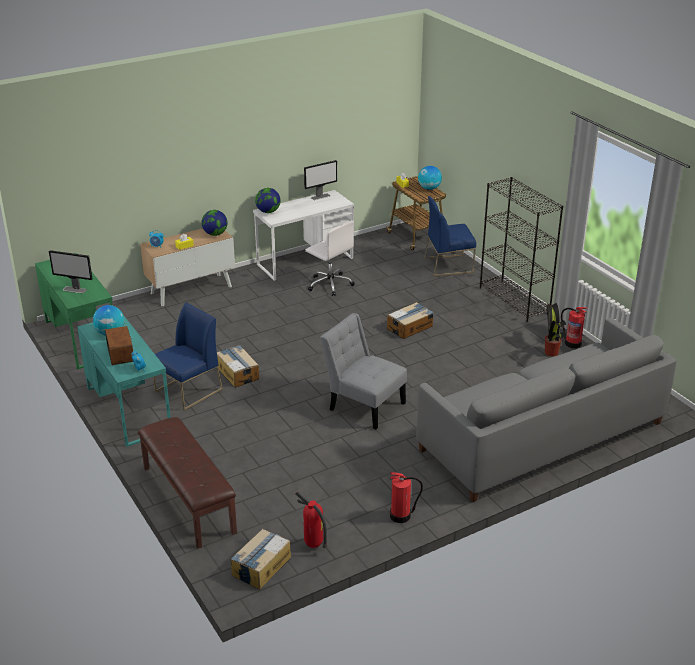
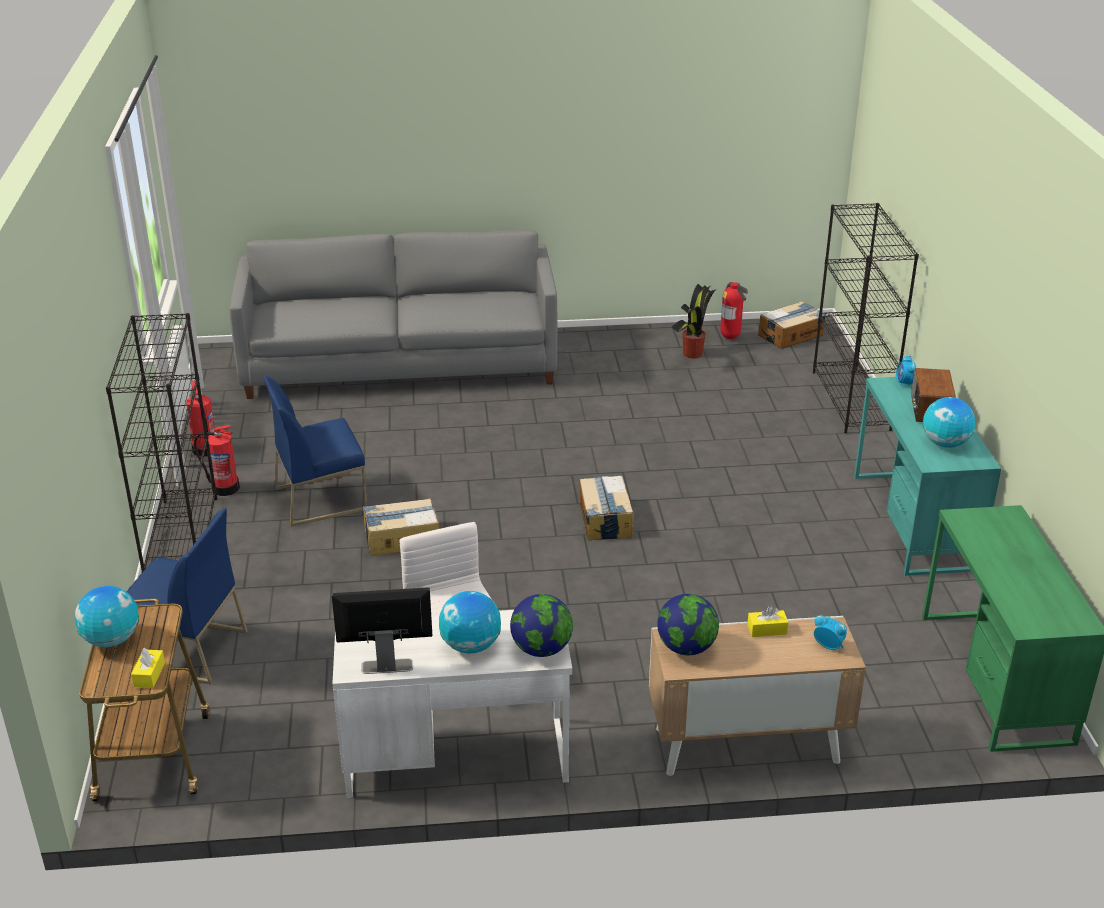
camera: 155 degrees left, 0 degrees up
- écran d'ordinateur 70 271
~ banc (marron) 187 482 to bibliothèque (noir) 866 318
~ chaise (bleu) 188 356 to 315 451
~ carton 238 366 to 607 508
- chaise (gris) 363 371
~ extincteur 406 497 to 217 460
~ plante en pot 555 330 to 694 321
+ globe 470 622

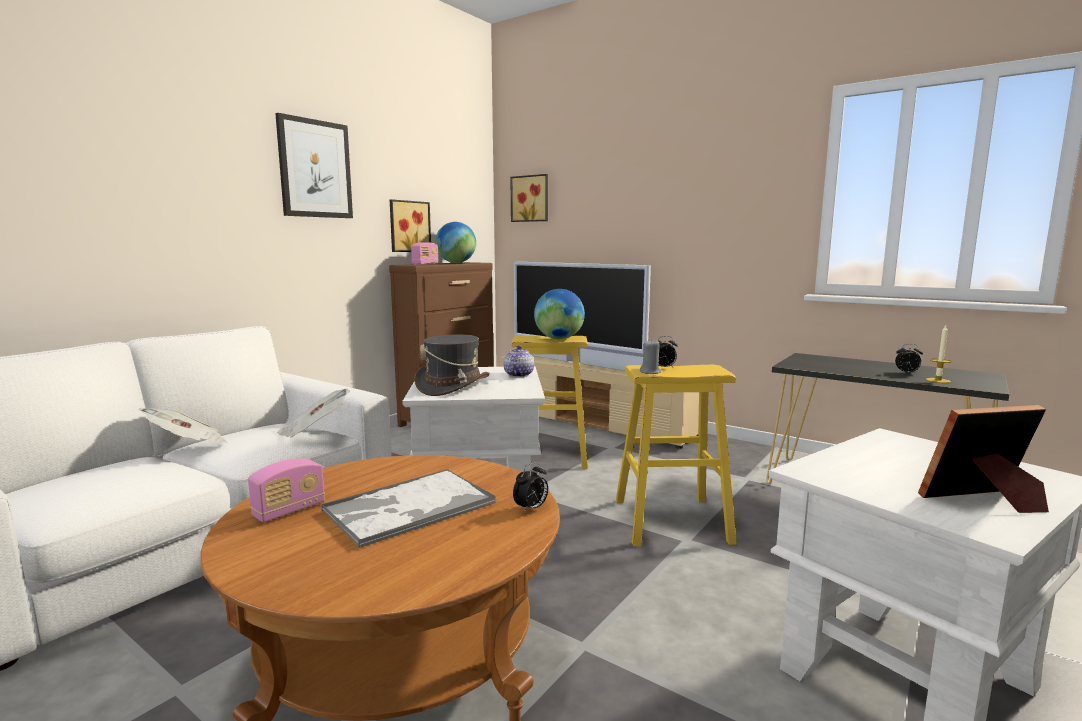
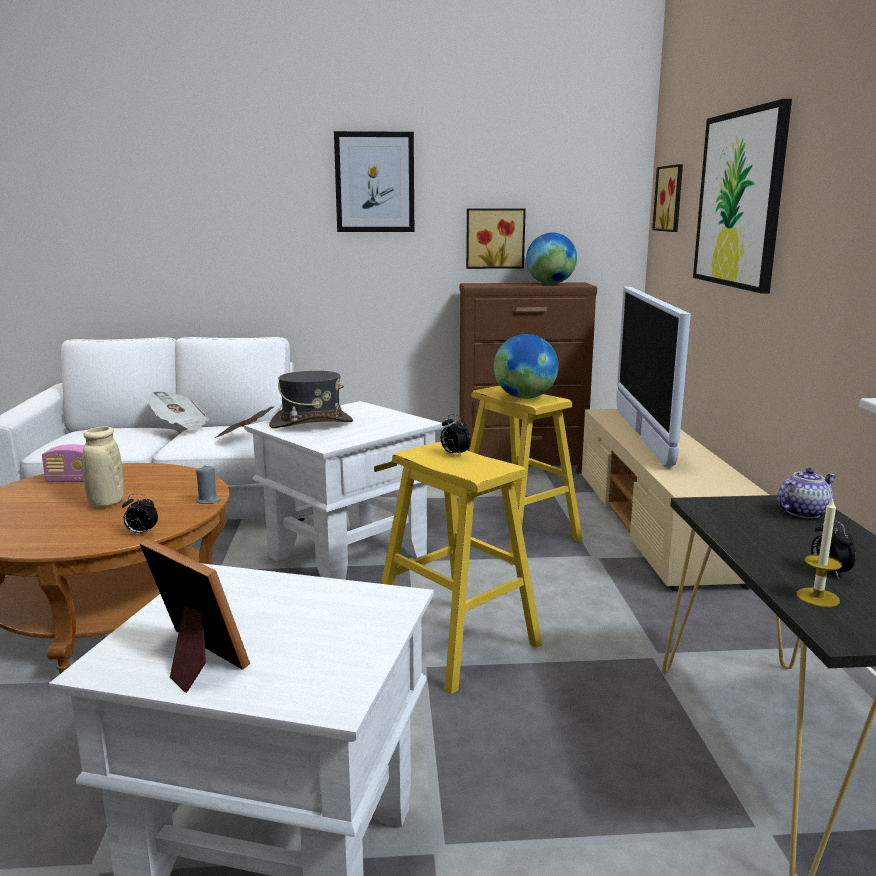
camera: 50 degrees right, 5 degrees up
~ plateau 409 508 to vase (beige) 103 466
- radio 424 253
~ théière 519 361 to 806 493
~ bougie (gris) 650 356 to 208 485
+ tableau 742 196

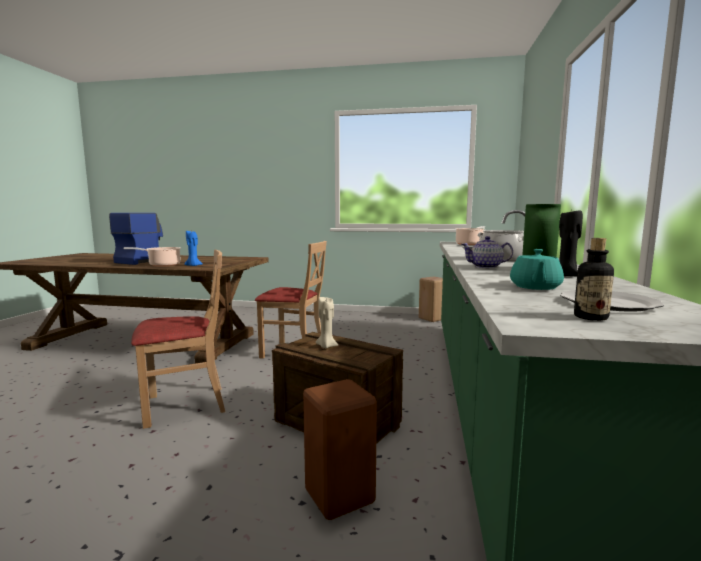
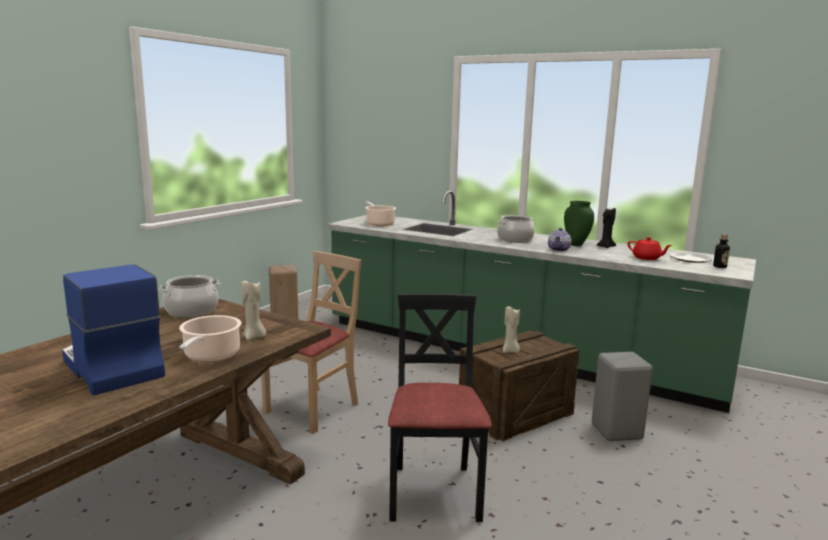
camera: 70 degrees left, 5 degrees up
~ chaise (beige) 178 339 to chaise (noir) 440 408
~ bougie (bleu) 193 248 to bougie (beige) 253 311
~ tabouret (marron) 340 449 to tabouret (gris) 622 396
~ théière (turquoise) 537 269 to théière (rouge) 650 248
+ marmite 189 296

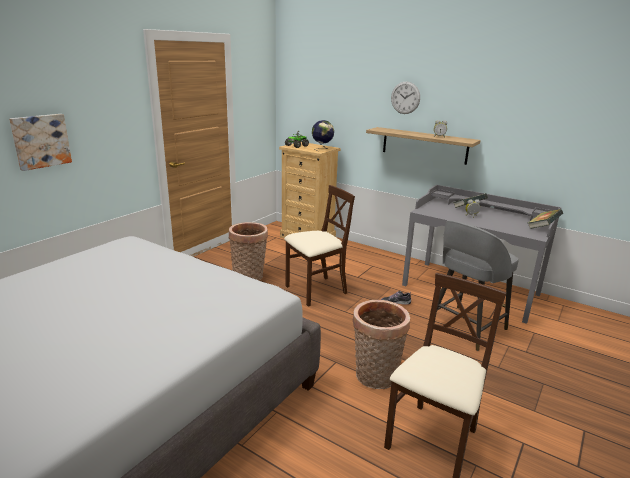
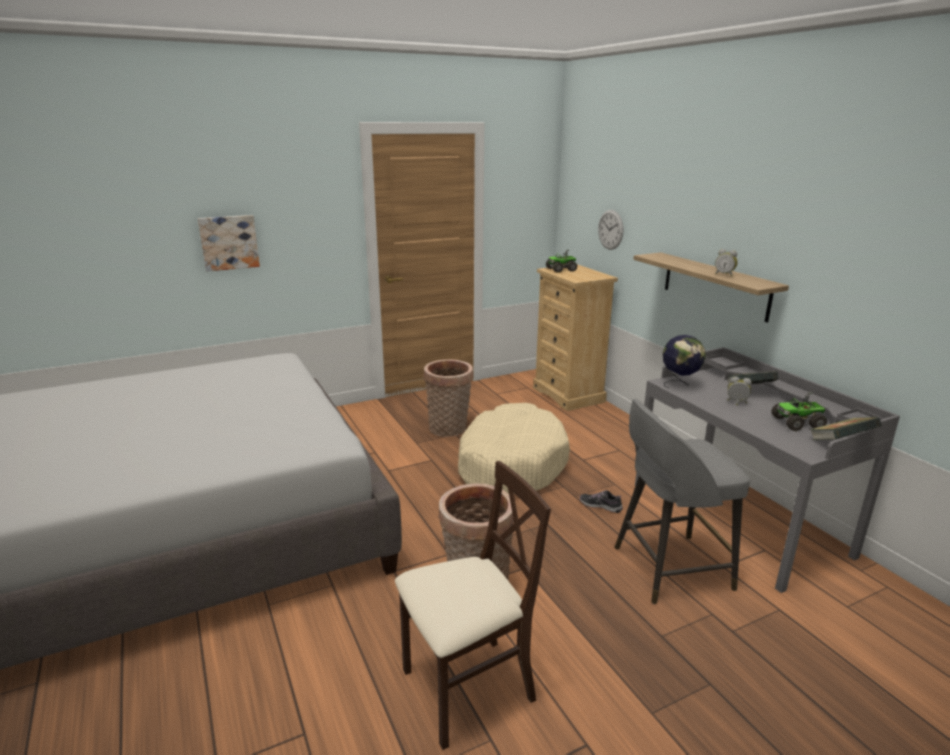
camera: 30 degrees right, 0 degrees up
~ chaise (beige) 319 245 to panier pour chien (beige) 514 448
~ globe 323 135 to 684 362
~ horloge murale 405 98 to 610 230
+ camion jouet 799 411

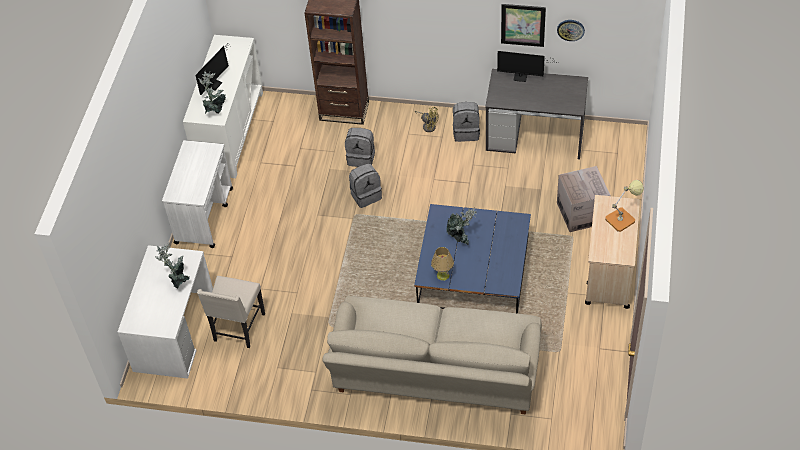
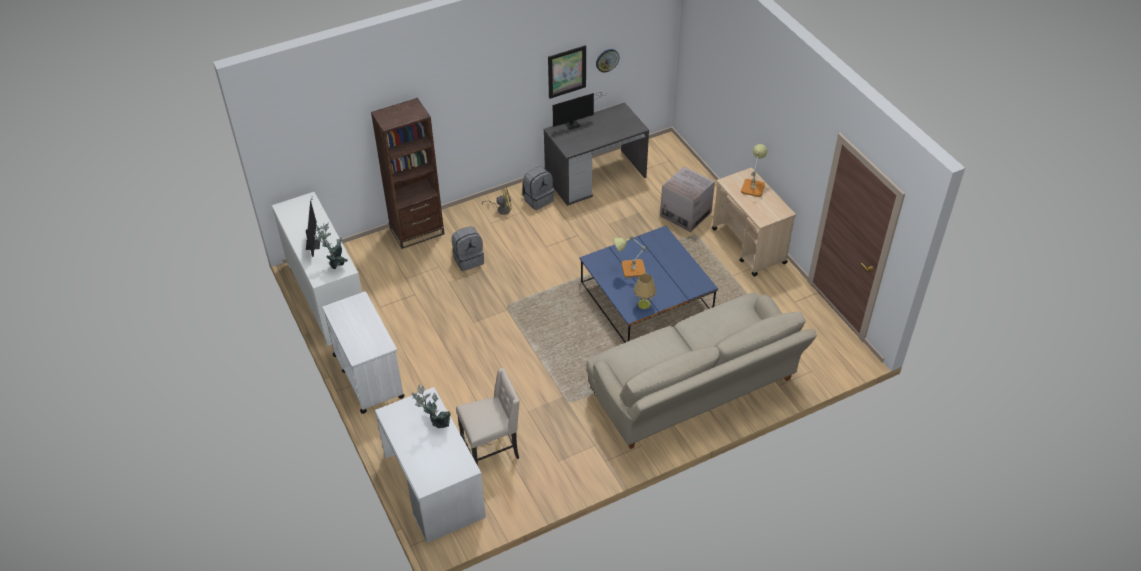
camera: 40 degrees left, 5 degrees down
~ chaise (beige) 231 312 = 488 416 90 degrees counterclockwise
- sac à dos (gris) 365 186
~ plante en pot 461 226 to lampe de table 629 257

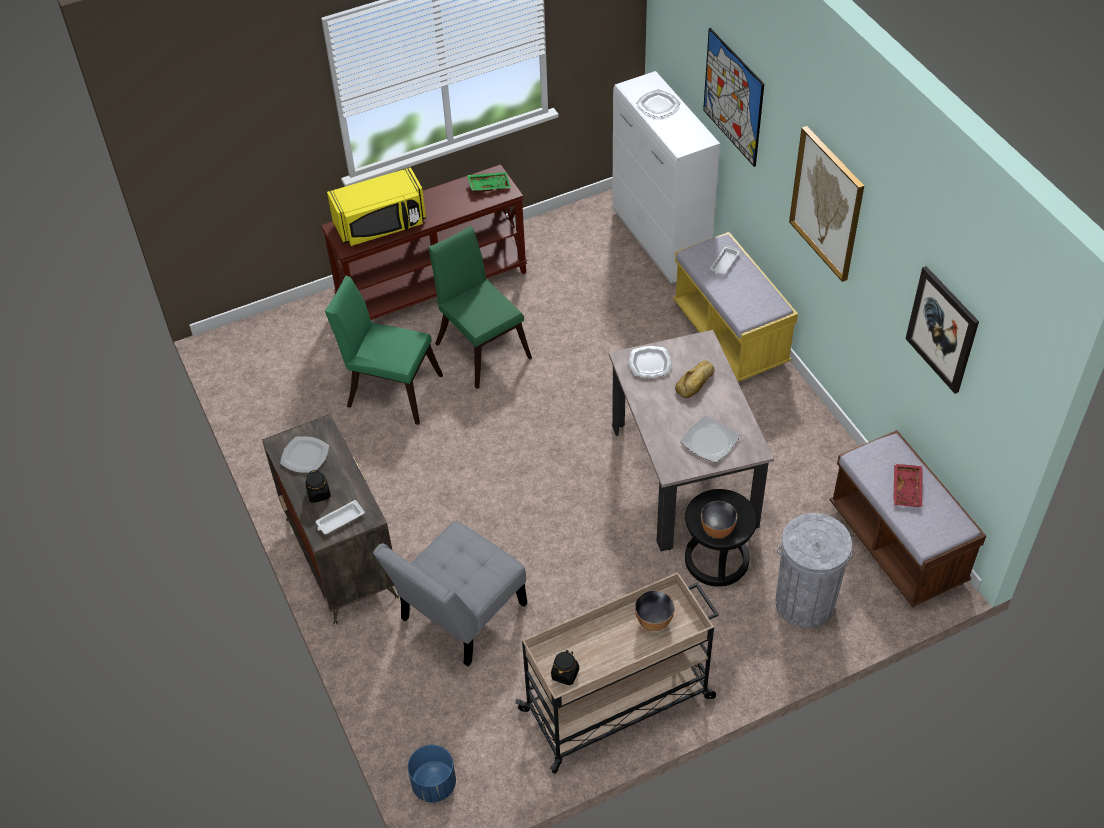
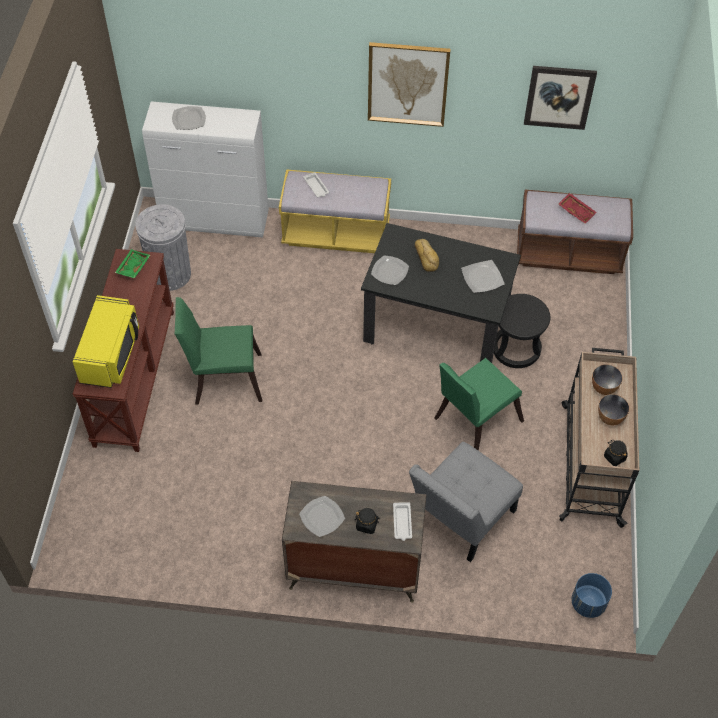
camera: 60 degrees left, 5 degrees up
~ chaise (vert) 384 350 to 479 404
~ chaise (gris) 450 593 = 466 502 60 degrees clockwise
~ table à manger (beige) 691 440 to table à manger (noir) 441 293
~ bol 719 519 to 613 409
- tableau 733 97
~ poubelle (gris) 814 571 to 163 247

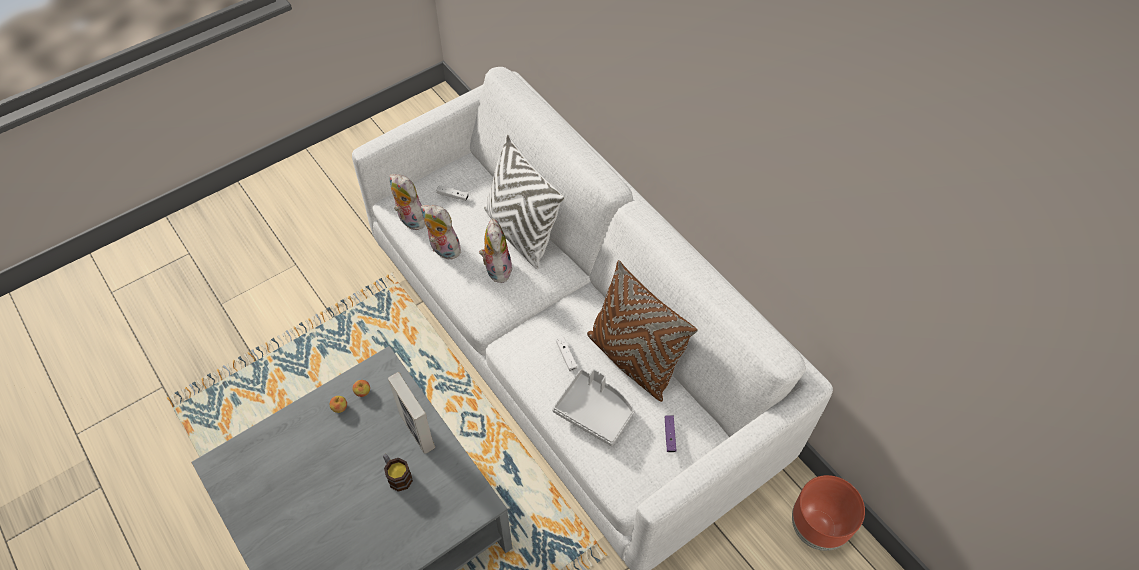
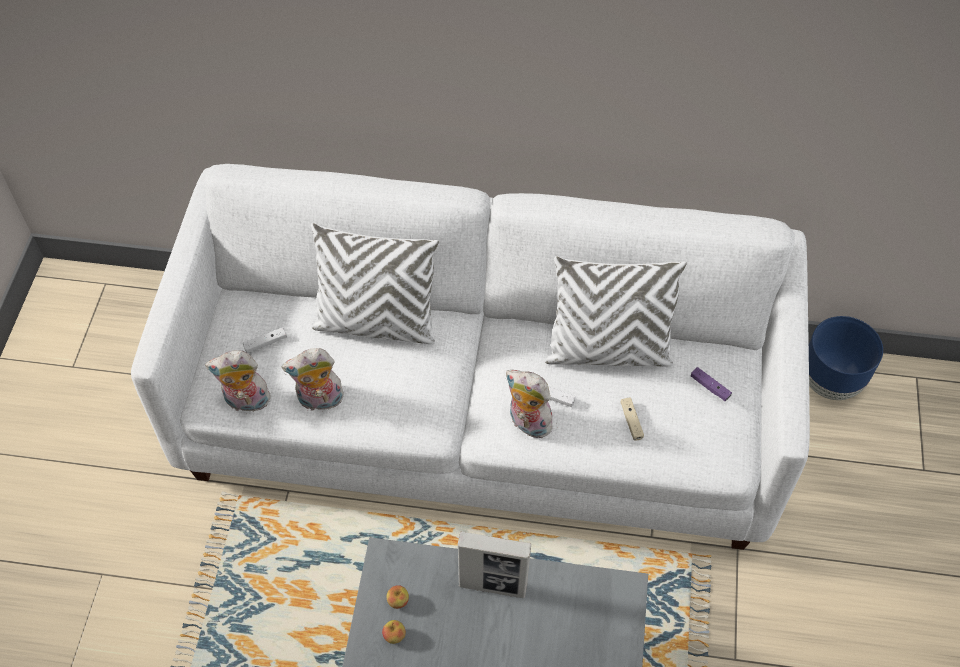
camera: 45 degrees left, 0 degrees up
- mug 398 473
~ peluche 495 250 to 531 404
~ plateau (gris) 593 407 to manette (beige) 632 419
~ coussin (marron) 642 331 to coussin (blanc) 616 311
~ cache-pot (marron) 828 513 to cache-pot (bleu) 846 358

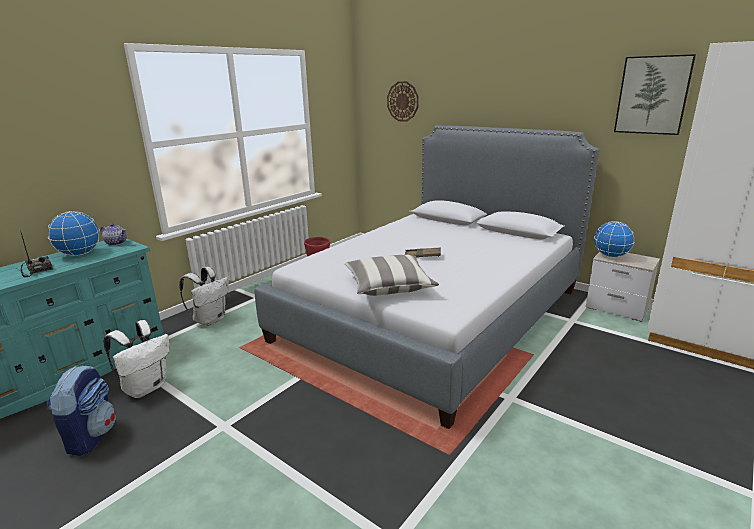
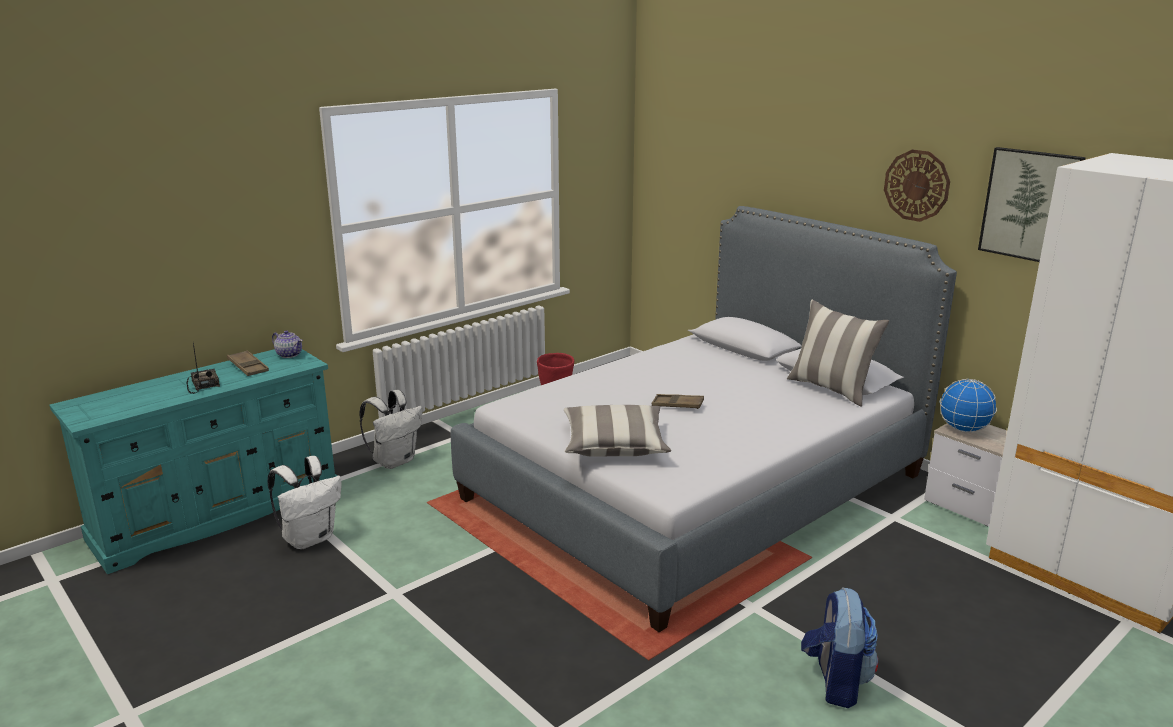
camera: 10 degrees right, 0 degrees up
~ sac à dos 81 410 to 839 647
~ globe 74 233 to plateau (marron) 248 363
~ horloge murale 403 101 to 917 185
+ coussin 838 353

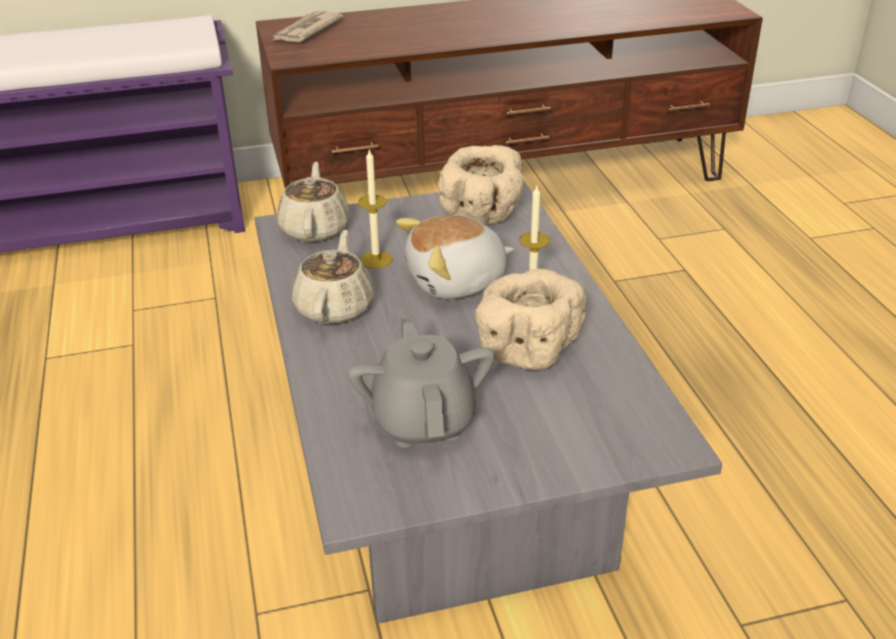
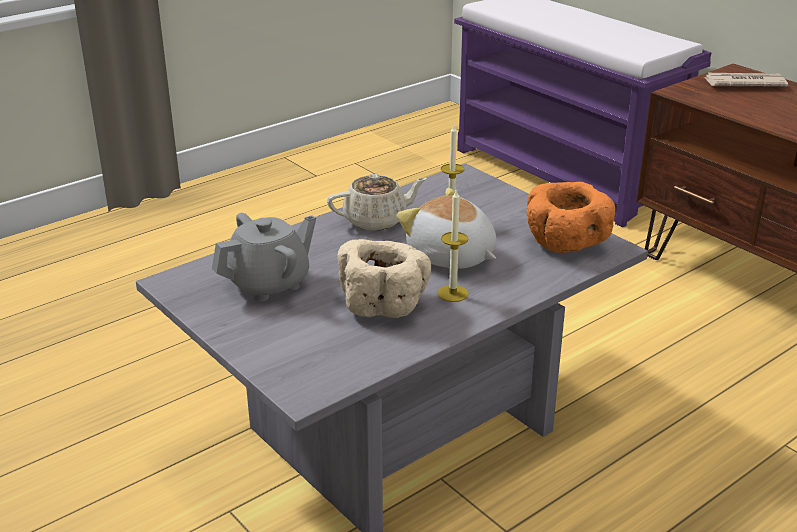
camera: 65 degrees right, 5 degrees down
- théière (beige) 313 202
~ bol (beige) 481 185 to bol (orange) 571 217

